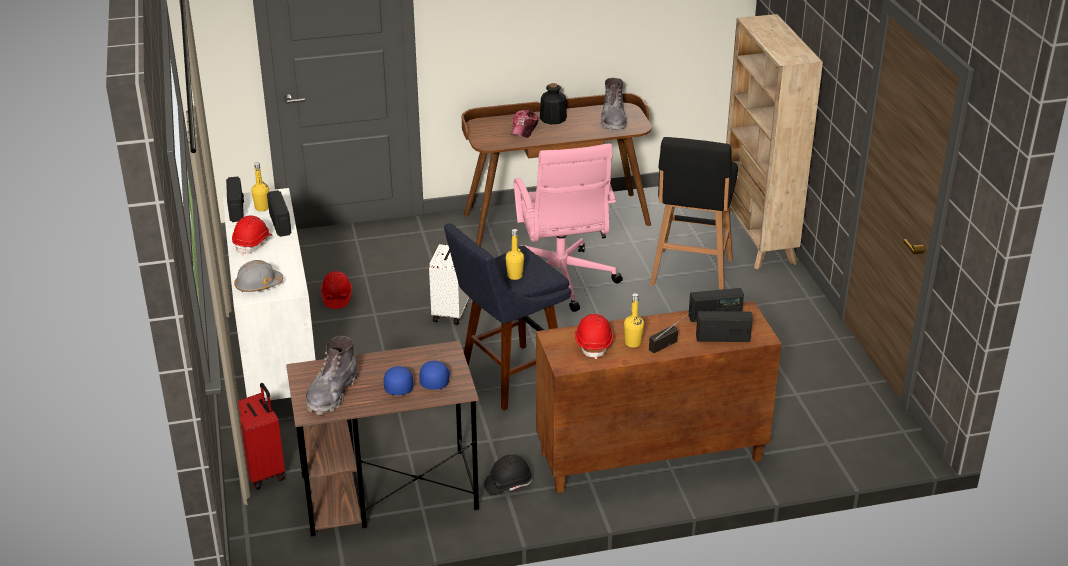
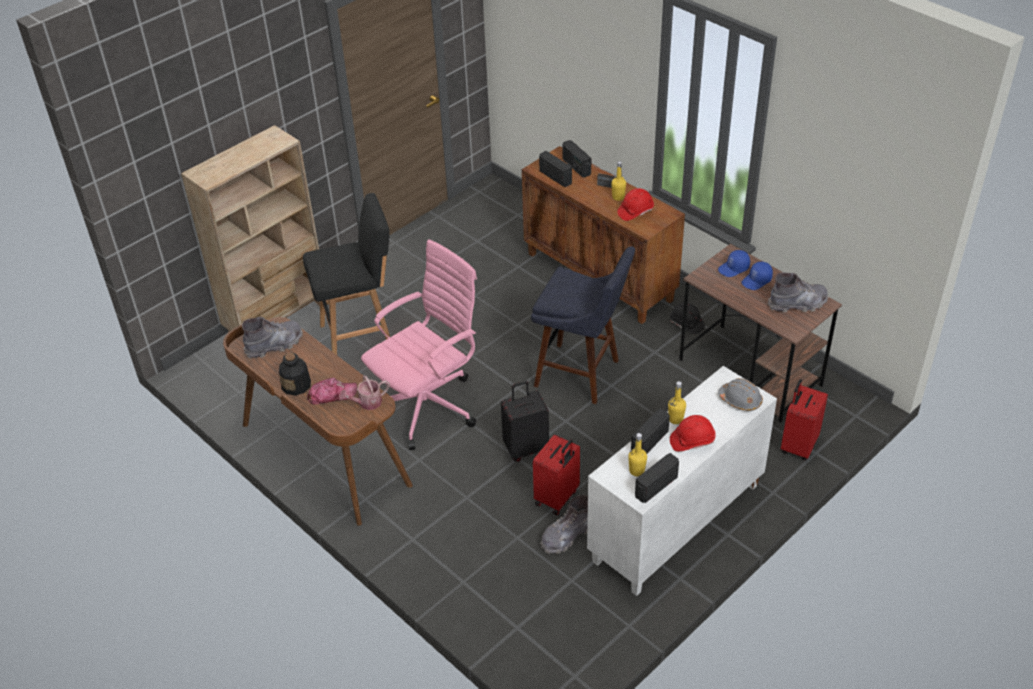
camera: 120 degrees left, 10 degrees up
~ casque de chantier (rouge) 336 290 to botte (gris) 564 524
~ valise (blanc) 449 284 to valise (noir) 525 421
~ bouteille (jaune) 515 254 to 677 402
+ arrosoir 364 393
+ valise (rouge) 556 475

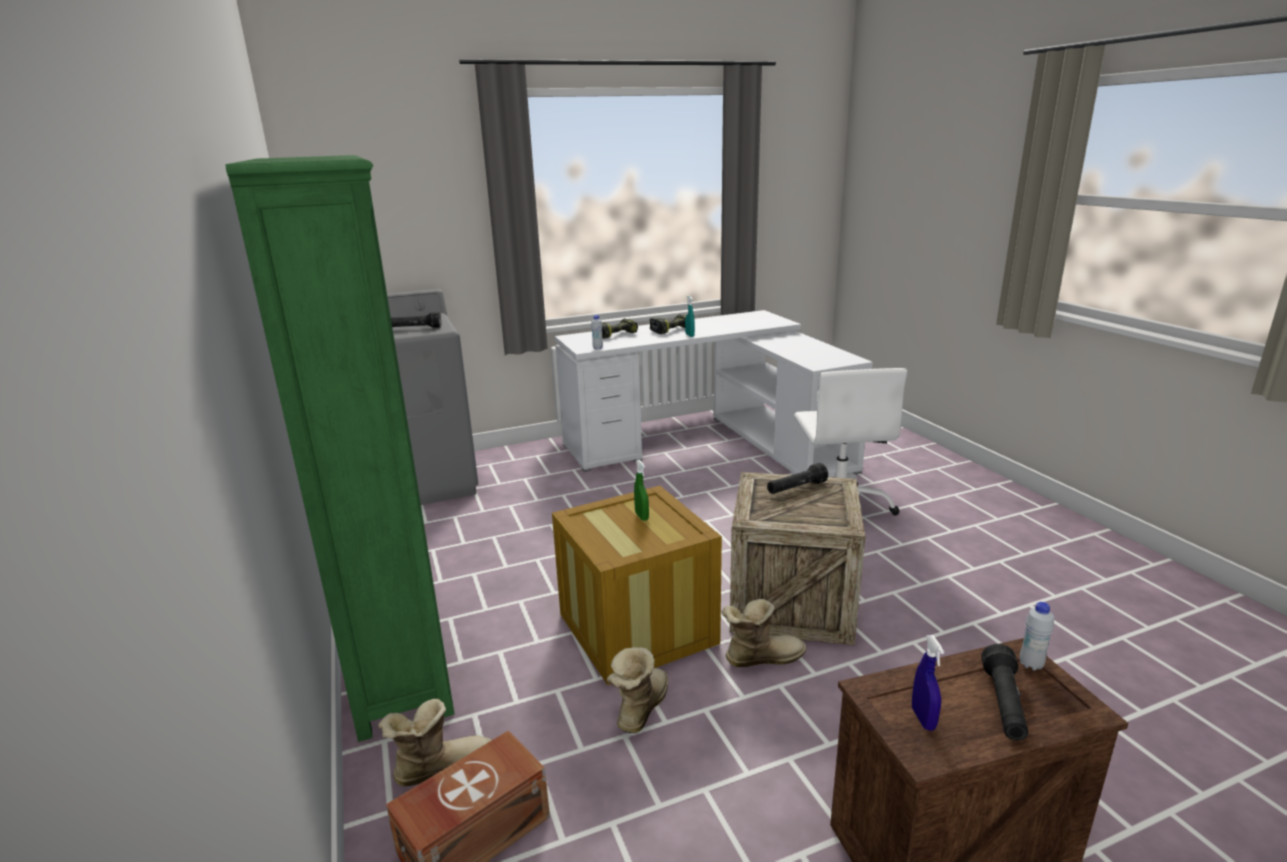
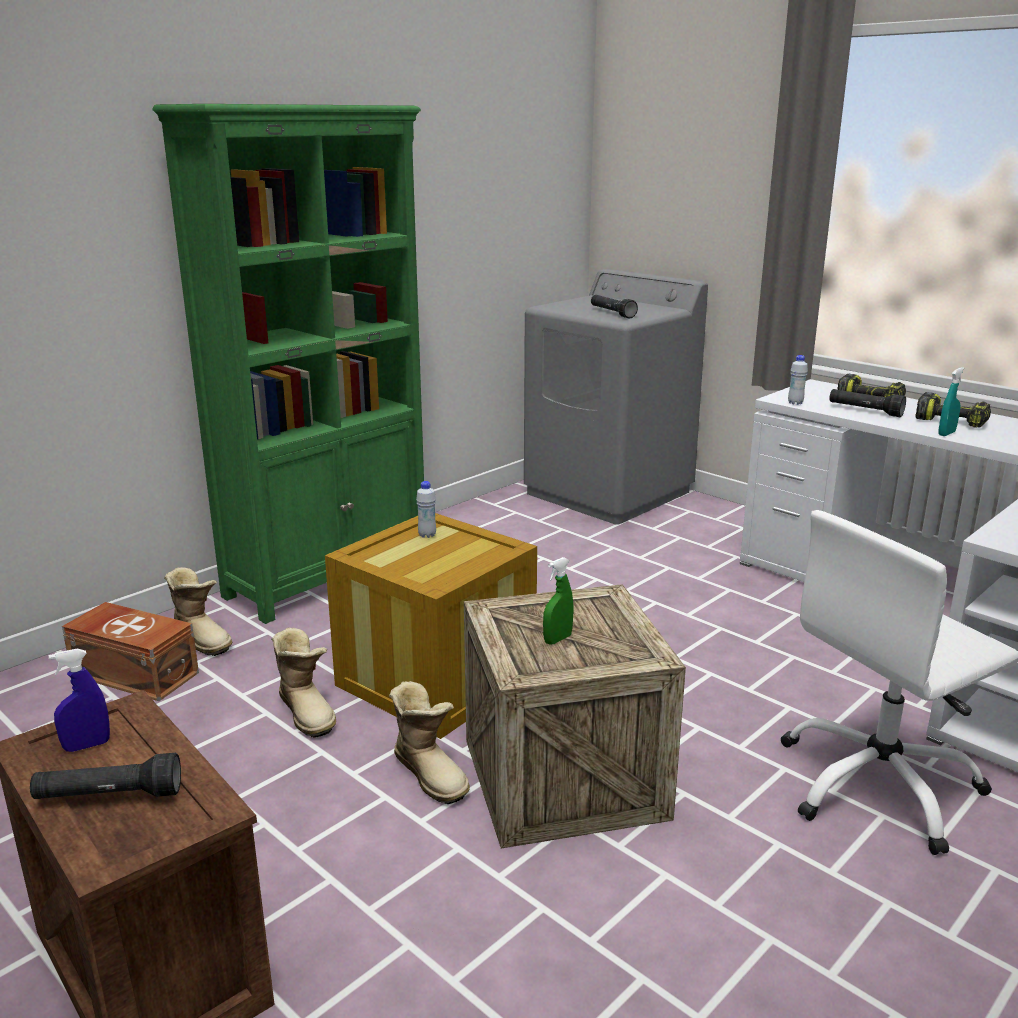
camera: 65 degrees right, 0 degrees up
~ botte 637 690 = 303 682 60 degrees clockwise
~ vaporisateur (vert) 641 490 to 558 601
~ lampe de poche (noir) 797 478 to 867 403
~ bouteille (blanc) 1037 636 to 426 509

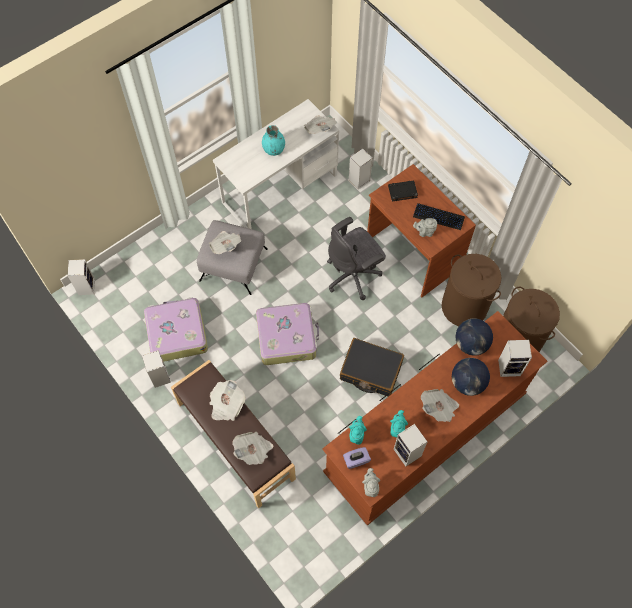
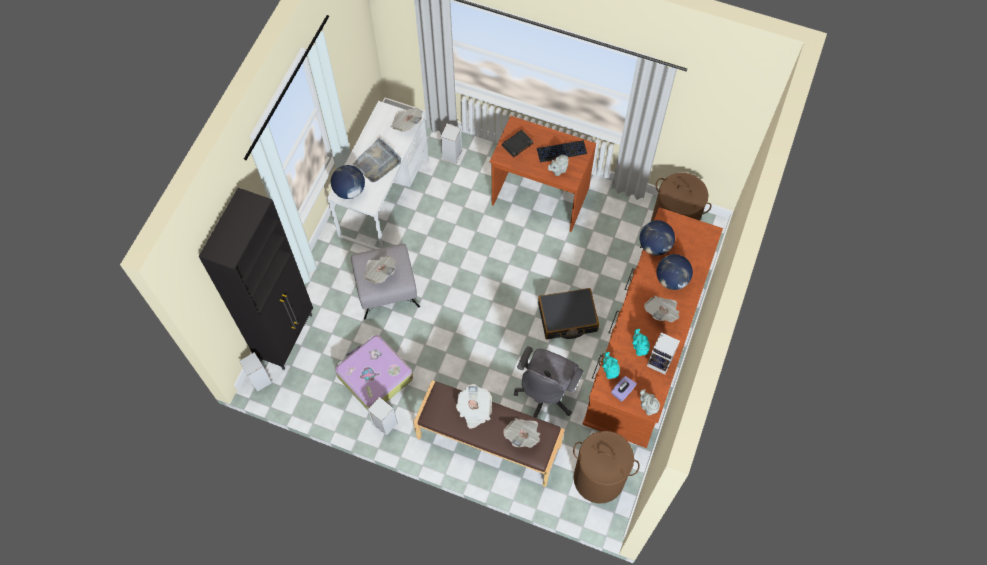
camera: 30 degrees left, 0 degrees up
- valise 287 334
~ vase (turquoise) 273 140 to plateau (gris) 377 160
~ chaise de bureau (gris) 356 258 to 548 382
~ panier à linge (marron) 472 290 to 606 467
- enceinte 515 358
+ meuble de rangement (noir) 256 279
+ globe 348 182

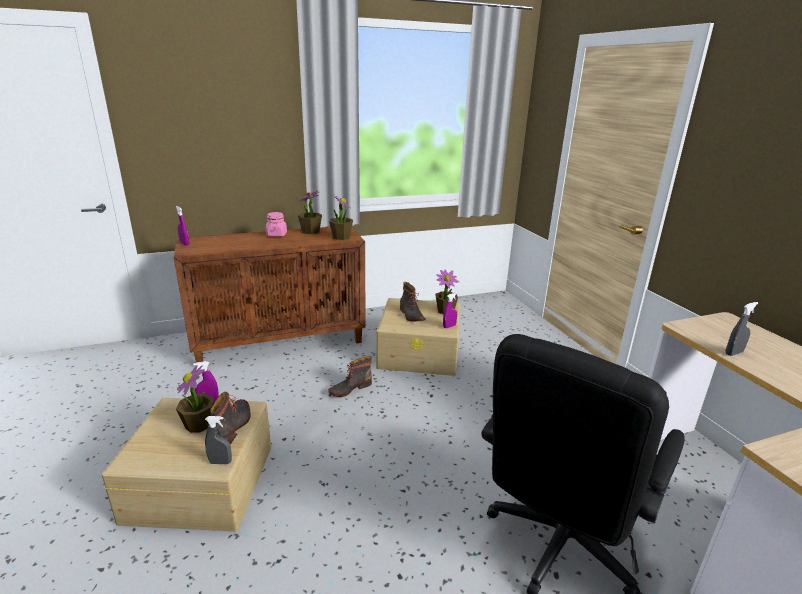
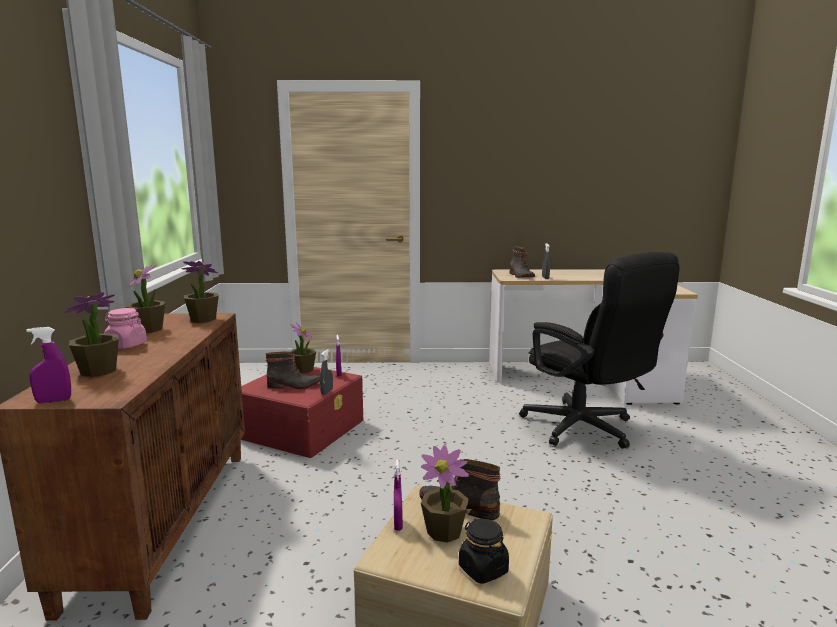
camera: 70 degrees left, 10 degrees down
~ vaporisateur (gris) 218 440 to 326 372
~ botte 350 376 to 522 262
~ boîte de rangement (beige) 418 337 to boîte de rangement (rouge) 302 412
+ plante en pot 91 334
+ bocal (noir) 484 551

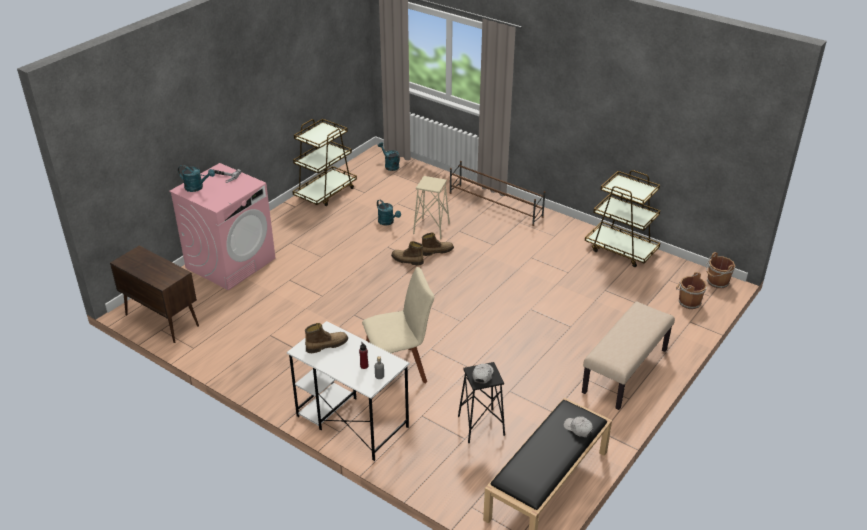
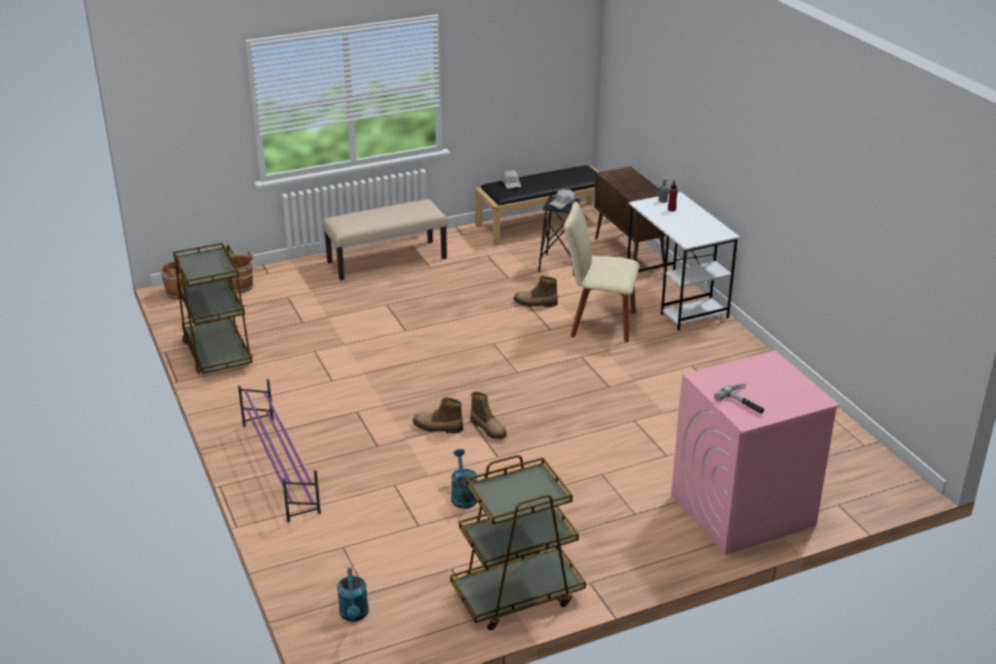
camera: 150 degrees left, 5 degrees down
~ meuble de rangement (marron) 154 294 to 630 215
- arrosoir (turquoise) 196 178
~ botte 326 338 to 535 291
- tabouret (beige) 431 207
~ étagère à chaussures (marron) 497 193 to étagère à chaussures (violet) 279 451

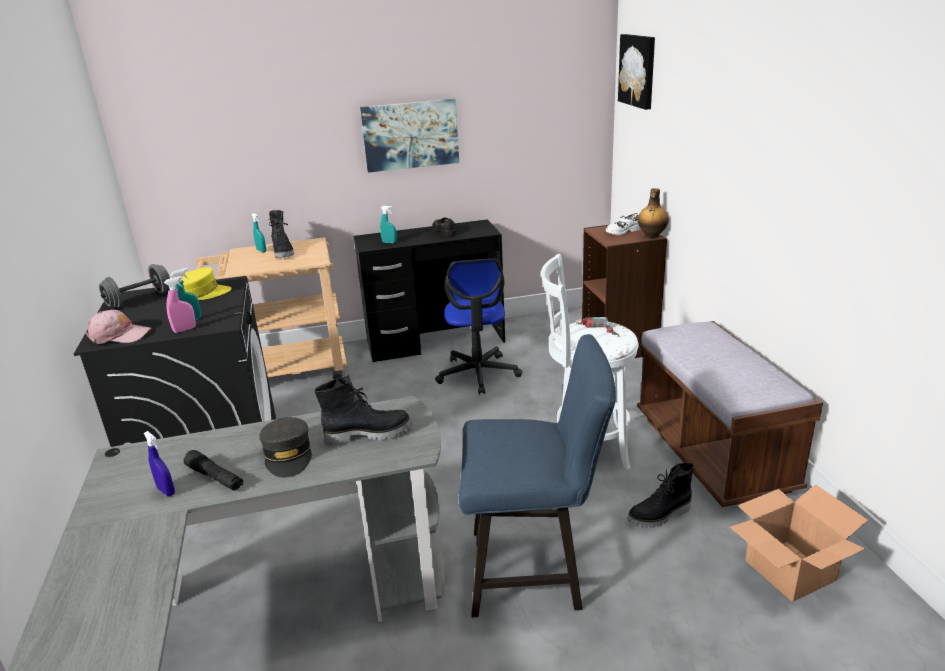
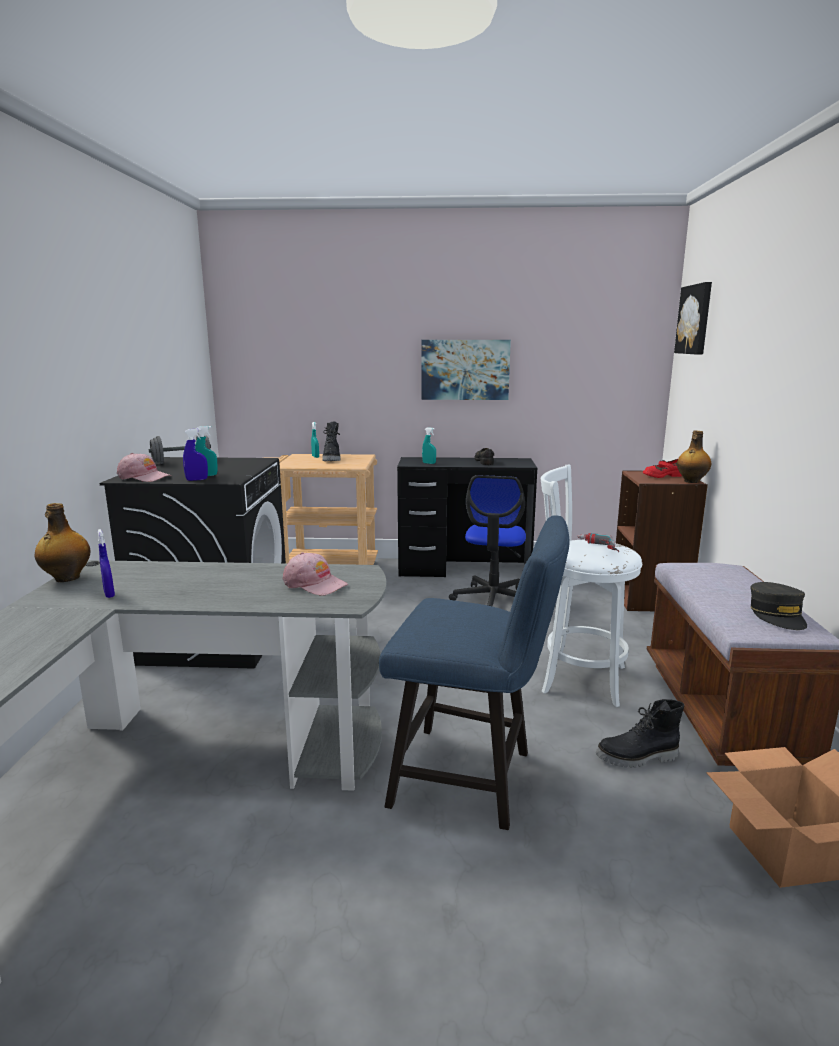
camera: 15 degrees right, 10 degrees down
~ vaporisateur (rose) 180 304 to vaporisateur (bleu) 195 455
- casquette (jaune) 202 283
- lampe de poche (noir) 213 470
~ casquette (gris) 285 447 to 779 606
~ botte (noir) 363 410 to casquette (rose) 315 574
~ chaussure (blanc) 623 224 to chaussure (rouge) 662 468
+ bouteille 62 542

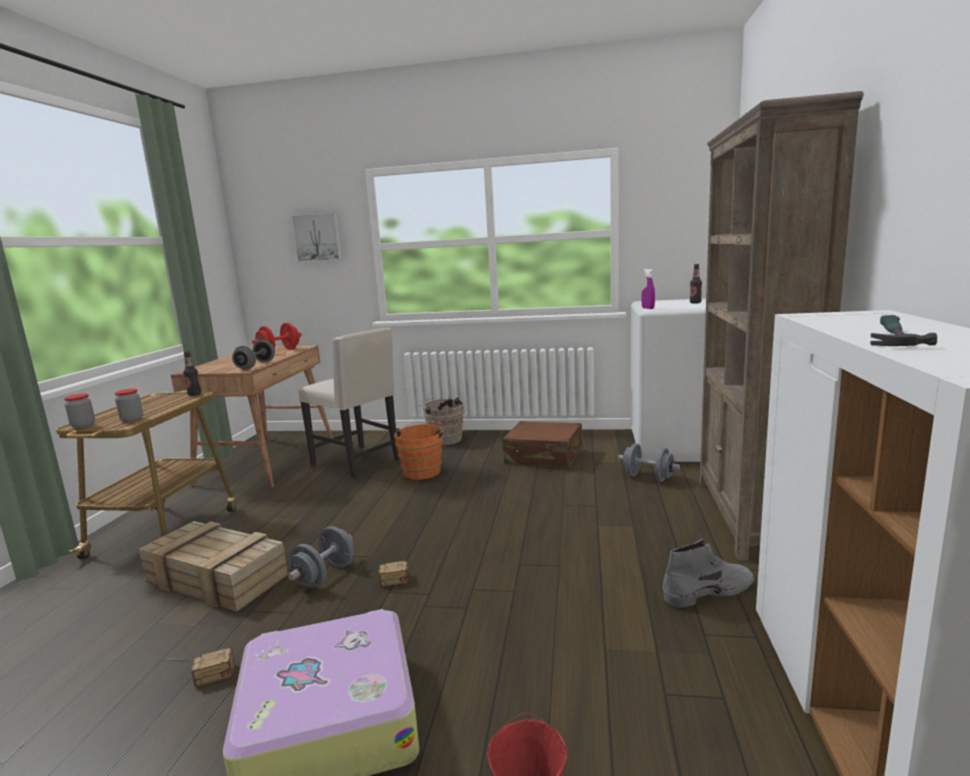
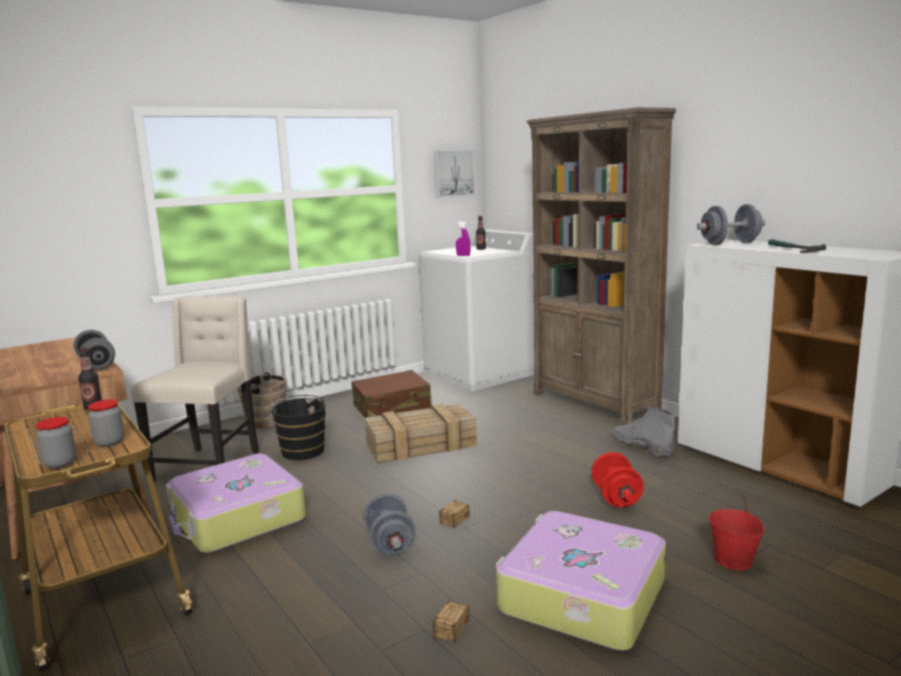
camera: 45 degrees left, 0 degrees up
~ caisse 213 566 to 421 433
~ haltère (rouge) 277 336 to 617 479
~ tableau 316 237 to 454 174
~ chaise (beige) 349 403 = 195 389 75 degrees counterclockwise
~ seau (orange) 419 450 to seau (noir) 298 427
~ haltère (gris) 649 462 to 731 224
~ botte (gris) 708 573 = 643 431 60 degrees counterclockwise
+ valise 236 503

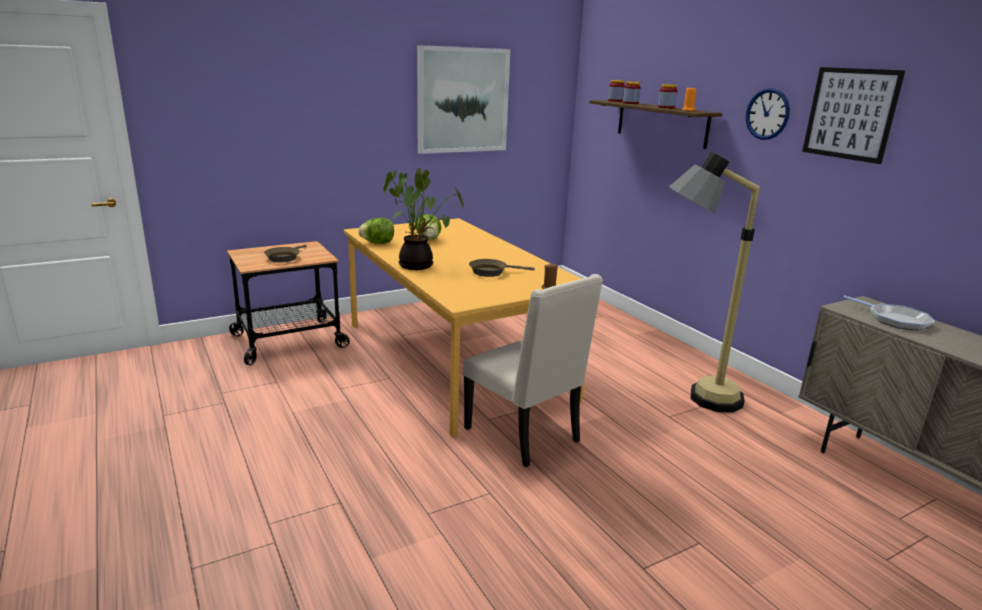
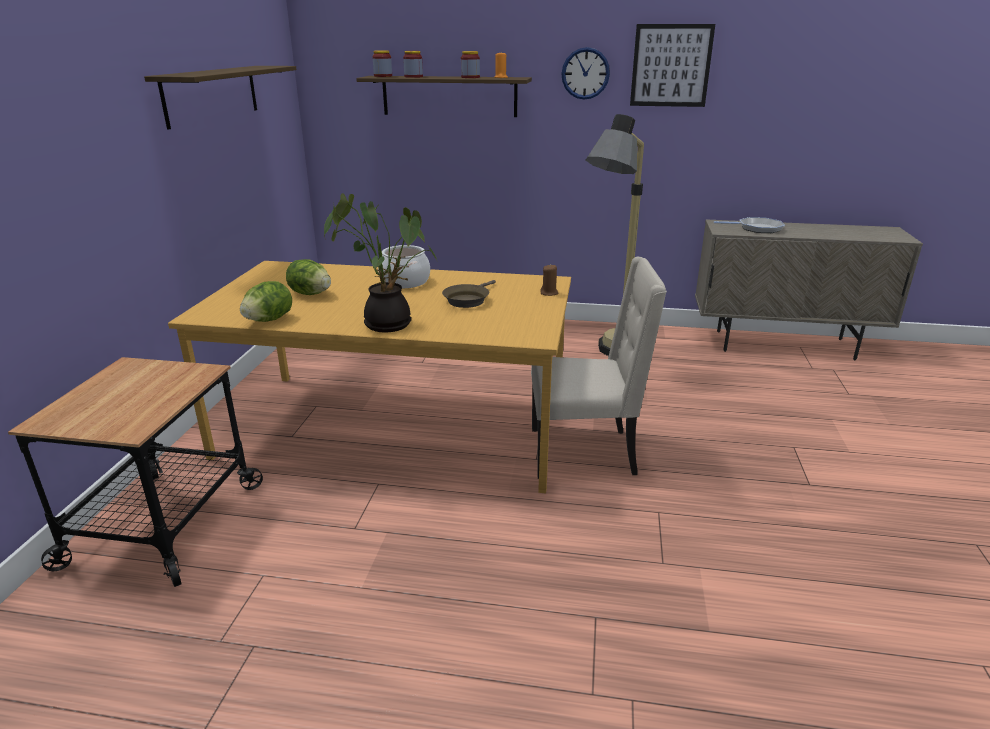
camera: 50 degrees left, 5 degrees up
- poêle (marron) 285 253
~ tableau 463 99 to étagère 220 98
+ marmite 404 266

